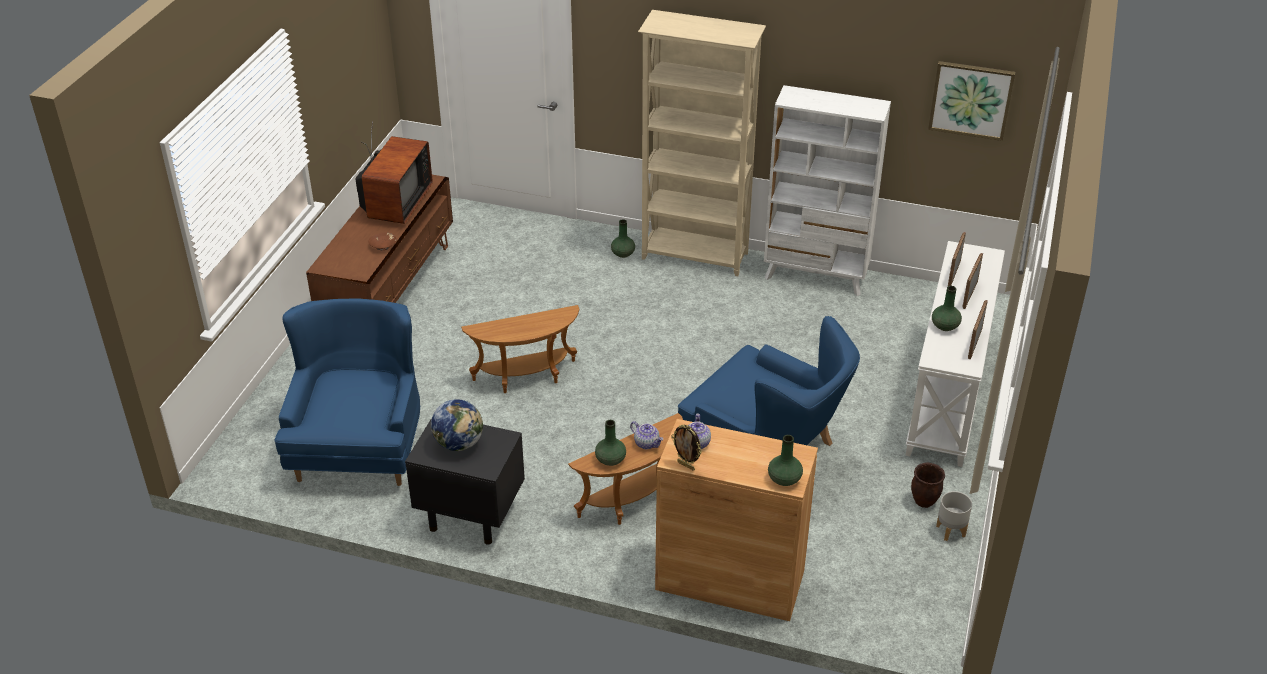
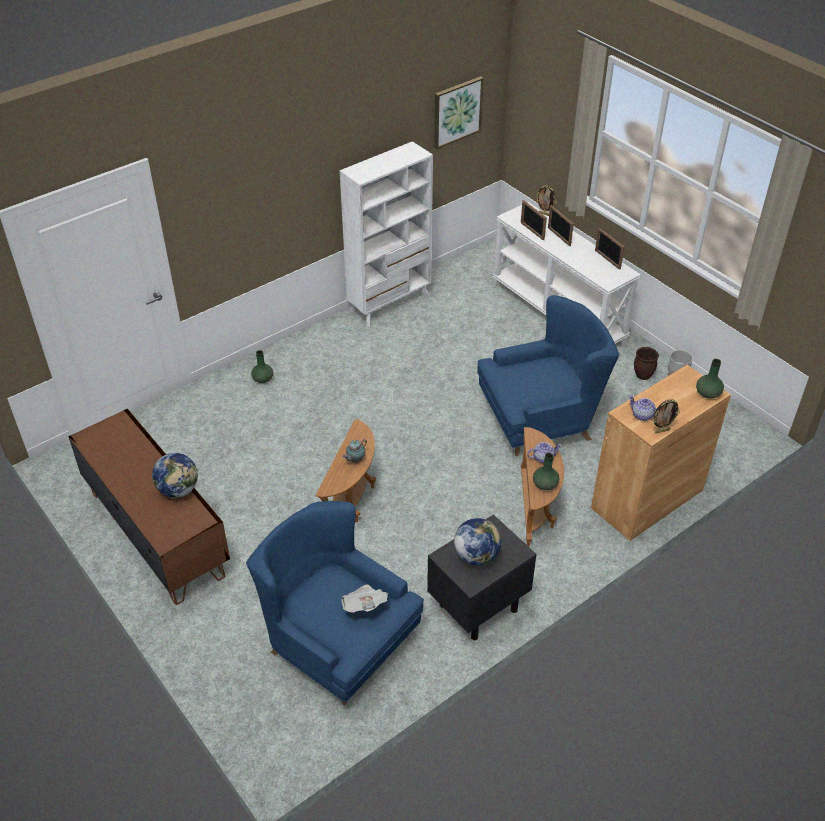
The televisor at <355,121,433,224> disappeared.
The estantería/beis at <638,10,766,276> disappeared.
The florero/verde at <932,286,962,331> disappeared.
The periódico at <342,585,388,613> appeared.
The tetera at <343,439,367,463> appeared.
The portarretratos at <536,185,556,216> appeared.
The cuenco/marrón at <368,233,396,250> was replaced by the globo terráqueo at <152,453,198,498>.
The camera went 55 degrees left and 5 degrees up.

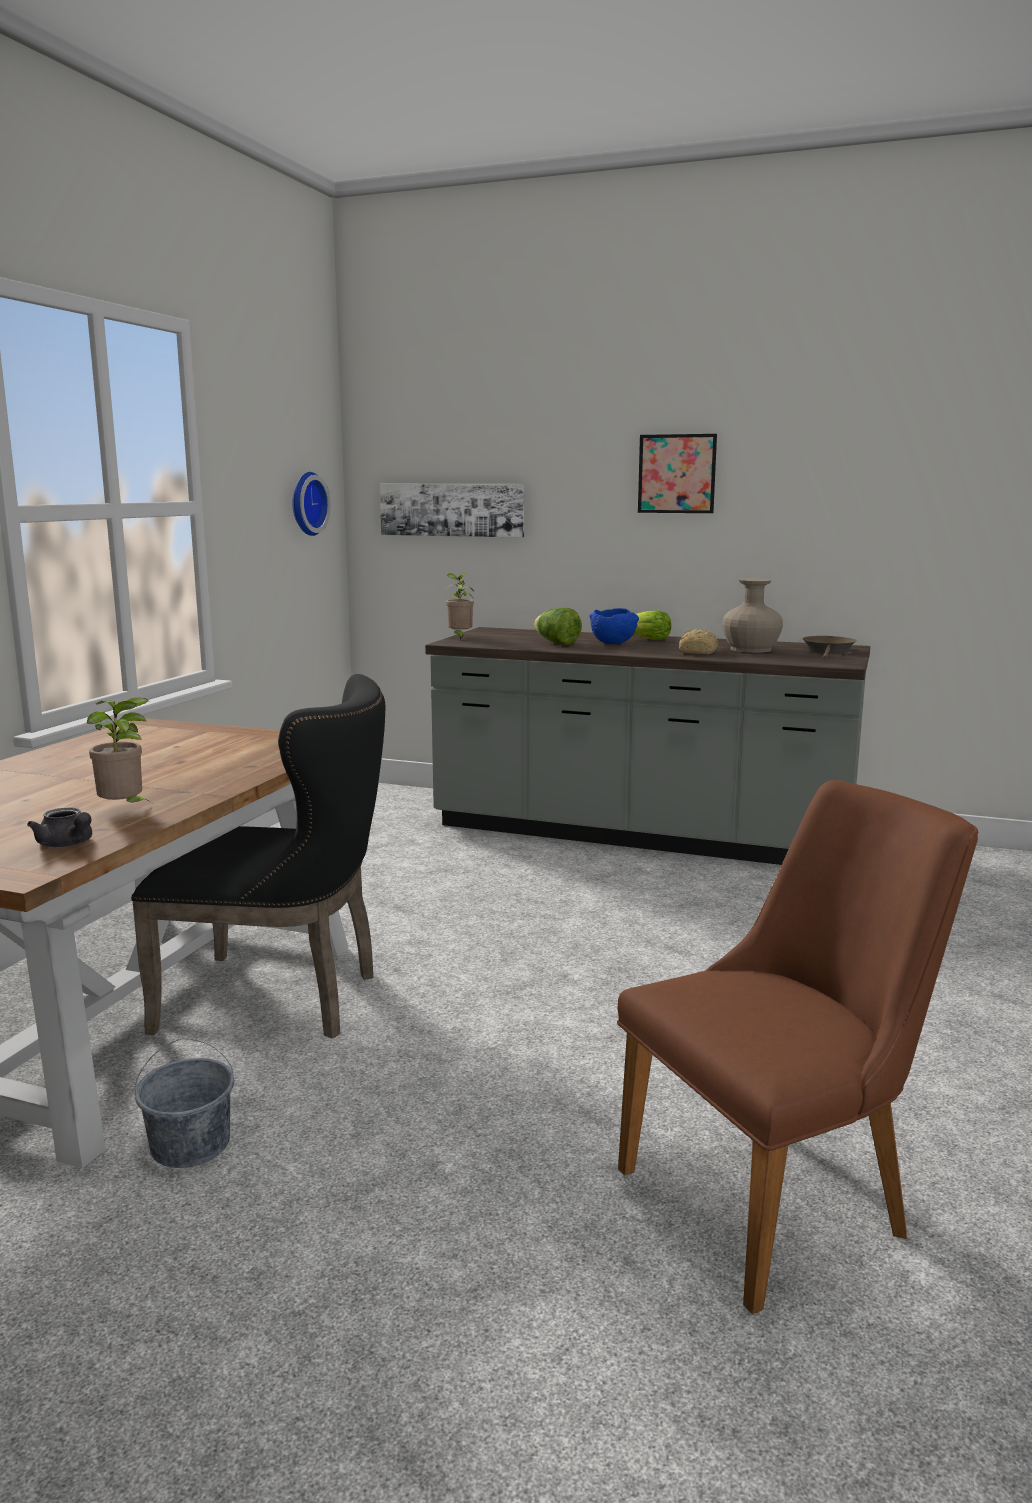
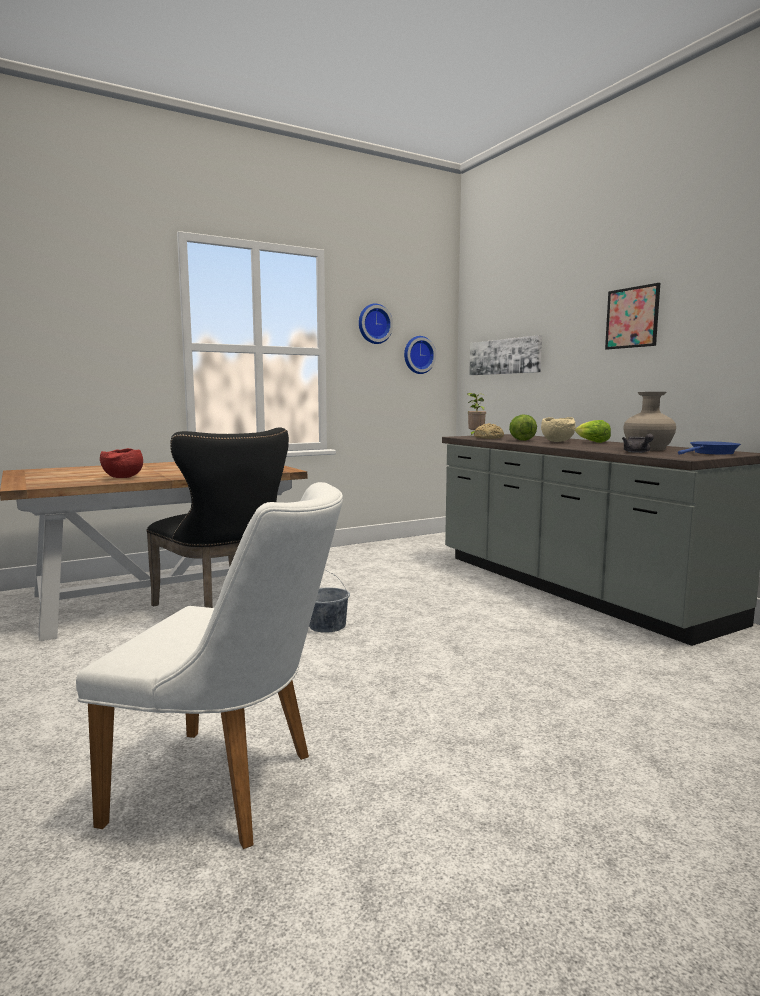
The reloj de pared at <359,304,393,344> appeared.
The tetera/gris moved from <27,807,92,847> to <622,433,654,453>.
The cubo/gris moved from <134,1039,234,1168> to <309,570,350,633>.
The pan moved from <679,629,718,654> to <474,423,504,439>.
The planta en maceta at <87,698,149,802> was replaced by the cuenco/rojo at <100,448,143,478>.
The cuenco/azul at <589,608,639,644> became the cuenco/beis at <541,417,576,442>.
The silla/marrón at <617,780,978,1314> became the silla/blanco at <76,482,343,849>.
The sartén/marrón at <803,636,857,659> became the sartén/azul at <678,441,741,455>.
The camera went 40 degrees right and 5 degrees down.

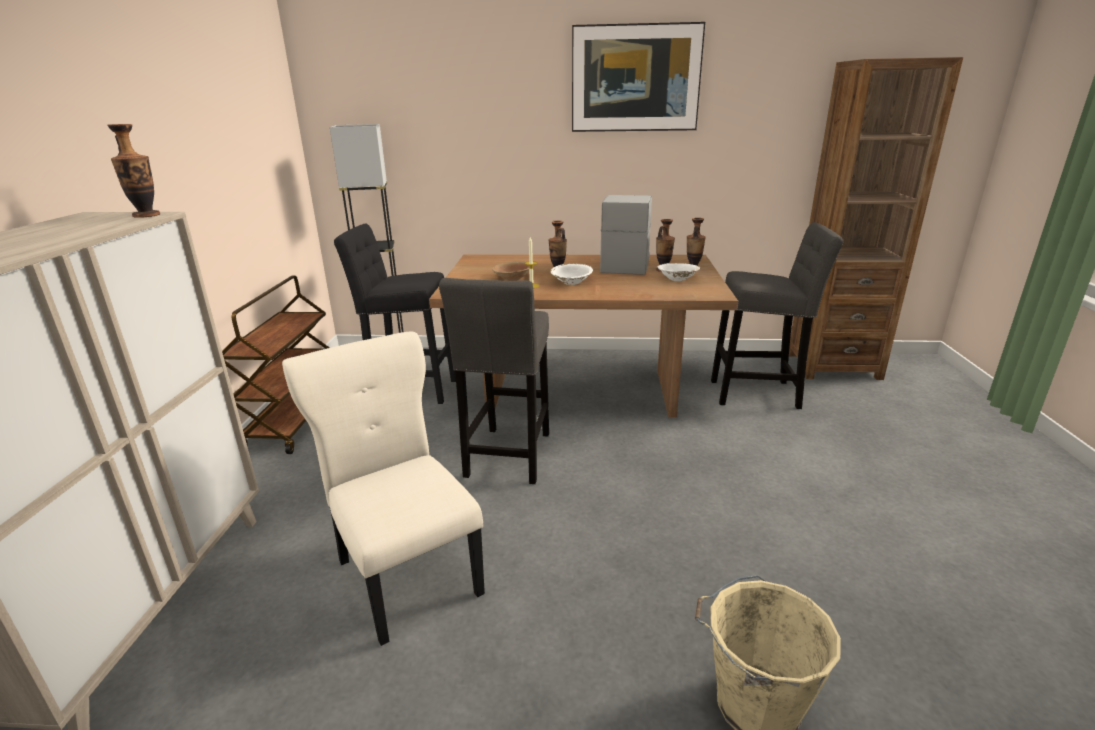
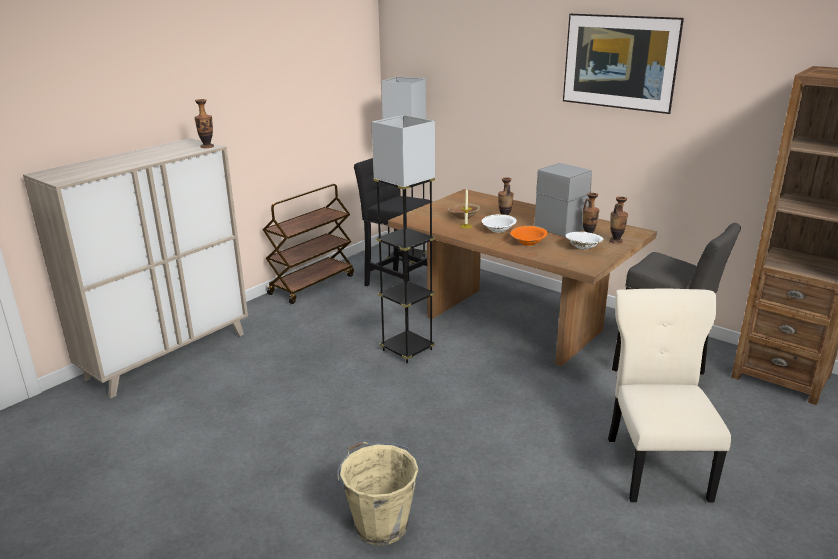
The cuenco/naranja at <510,226,548,245> appeared.
The silla/beis moved from <282,332,485,646> to <608,289,731,502>.
The taburete/gris at <439,278,549,484> was replaced by the lámpara de pie/gris at <371,115,435,363>.
The camera went 35 degrees right and 0 degrees up.

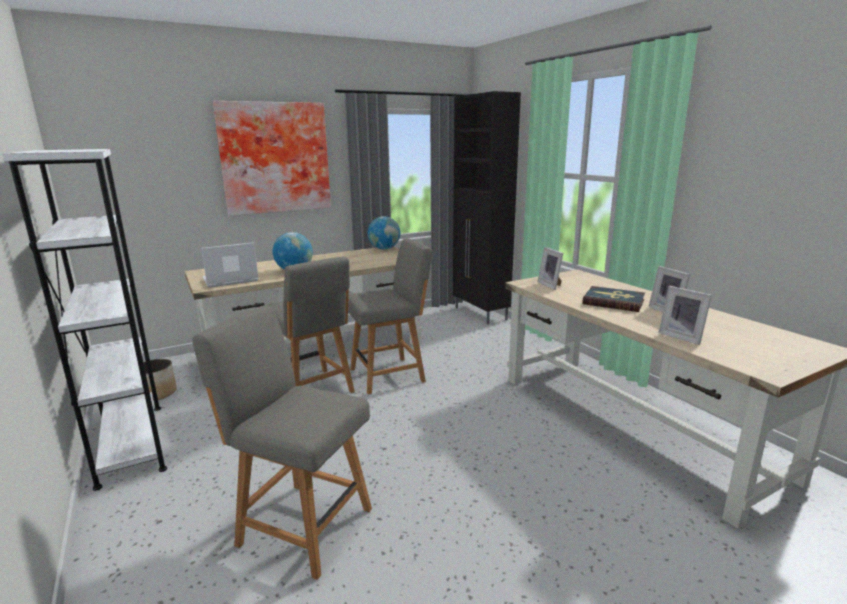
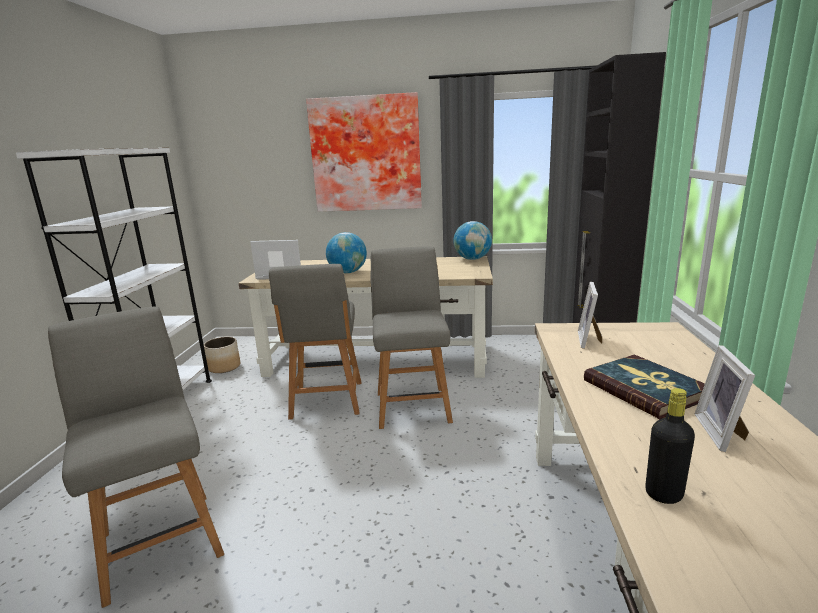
The portarretratos at <658,286,712,345> was replaced by the botella/negro at <645,388,695,504>.
The silla/gris at <348,238,432,395> turned 105 degrees counterclockwise.
The camera went 35 degrees right and 0 degrees up.

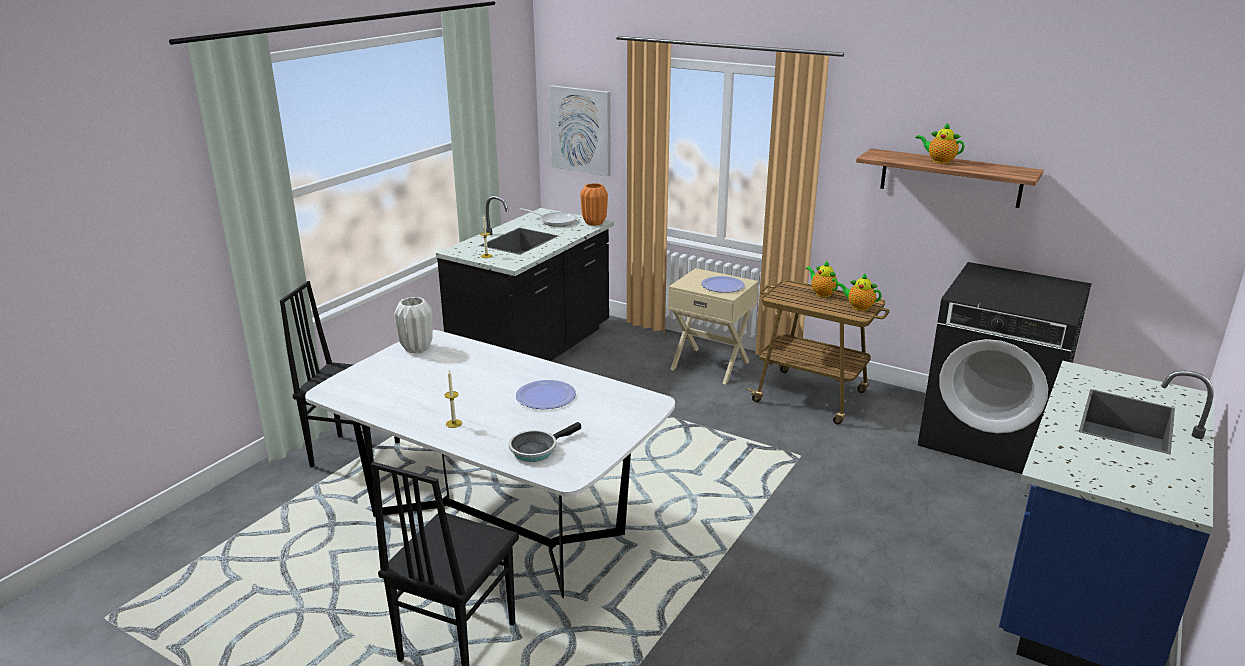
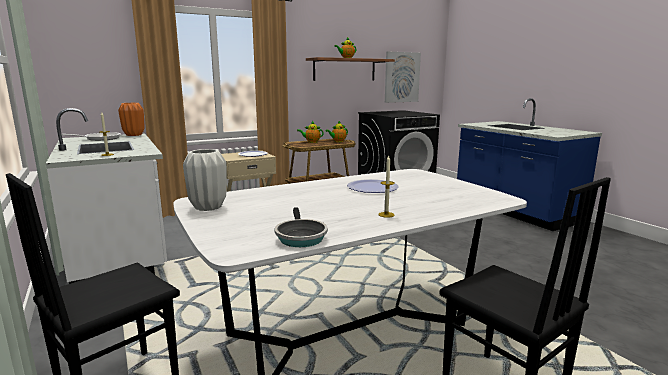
The sartén moved from <509,422,581,462> to <274,207,328,247>.
The cuadro moved from <549,85,611,176> to <385,52,421,103>.
The mueble bajo de cocina/negro at <436,196,614,361> became the mueble bajo de cocina/blanco at <46,108,167,284>.
The camera went 60 degrees left and 10 degrees down.

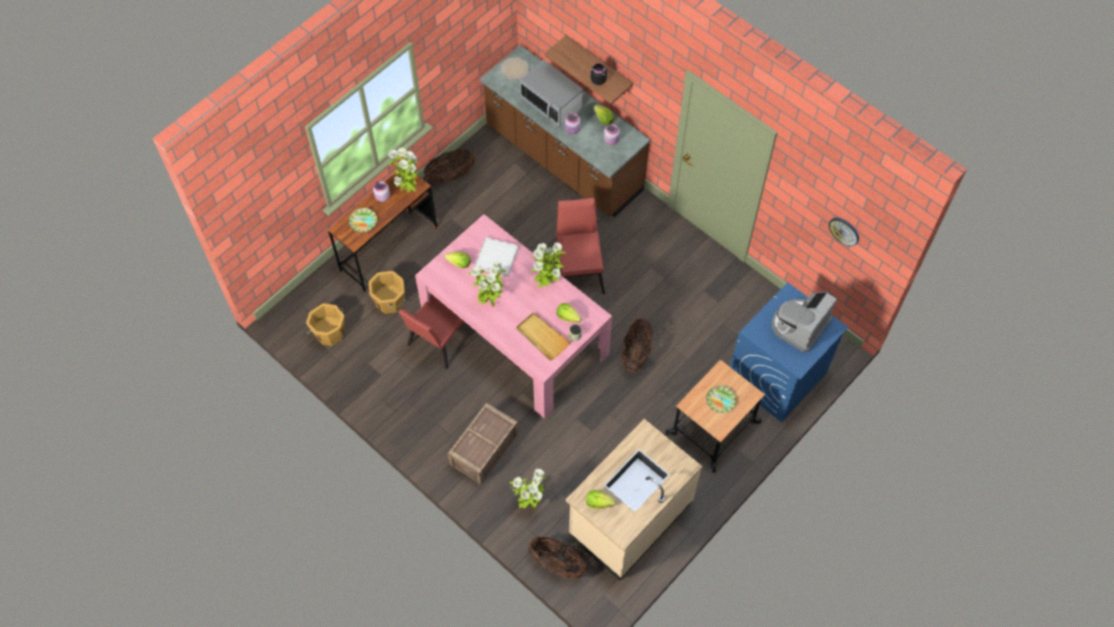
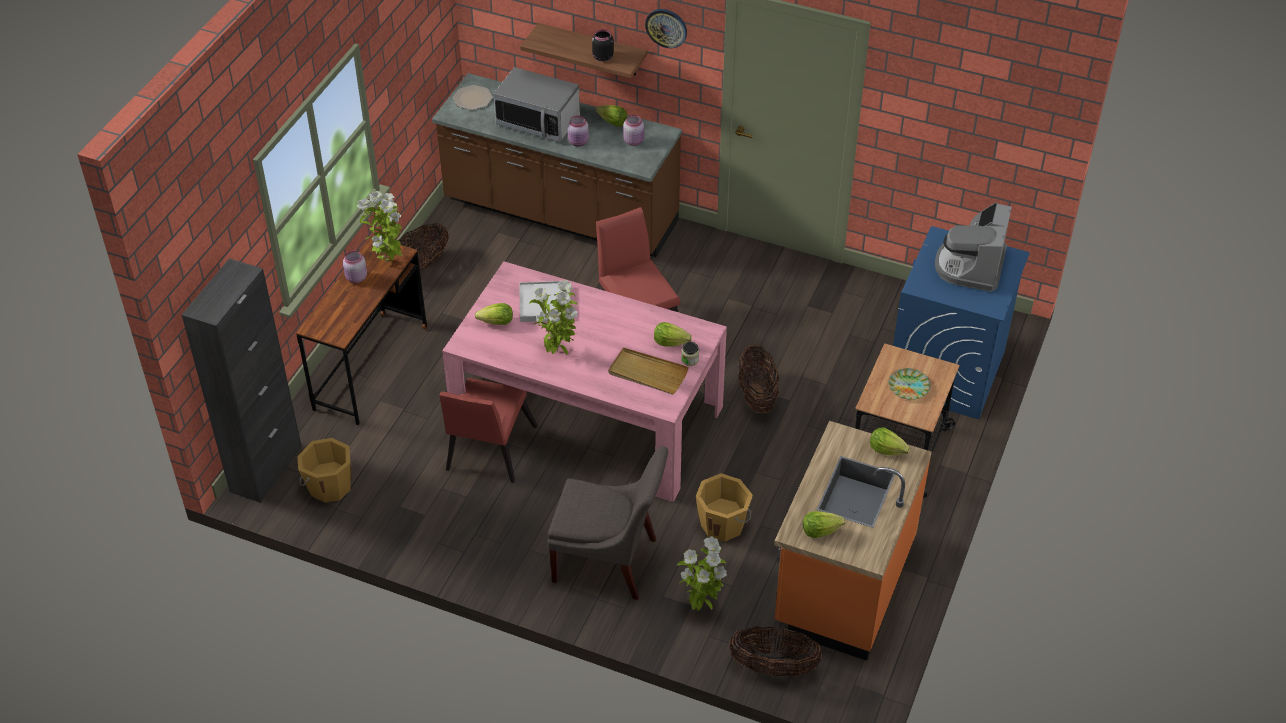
The plato at <349,208,377,232> disappeared.
The planta en maceta at <531,243,566,288> disappeared.
The armario/negro at <182,258,302,503> appeared.
The lechuga at <870,427,910,455> appeared.
The cubo/naranja moved from <369,271,405,314> to <696,473,753,542>.
The reloj de pared moved from <829,217,859,246> to <645,9,687,48>.
The caja de embalaje at <448,403,519,484> was replaced by the silla/gris at <547,446,668,600>.
The mueble bajo de cocina/beis at <566,419,702,580> became the mueble bajo de cocina/naranja at <774,421,932,661>.
The camera went 20 degrees left and 15 degrees down.

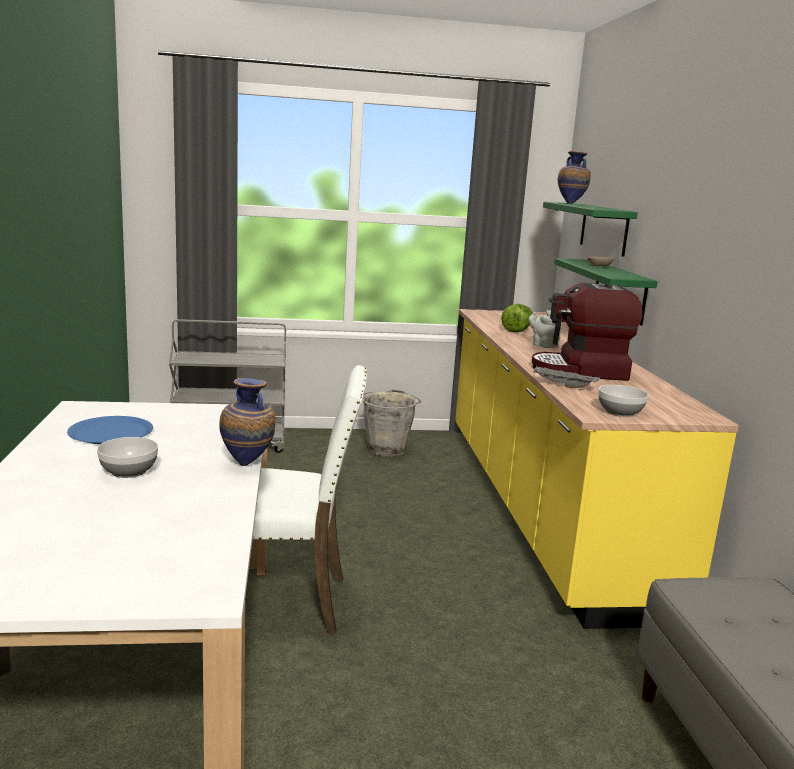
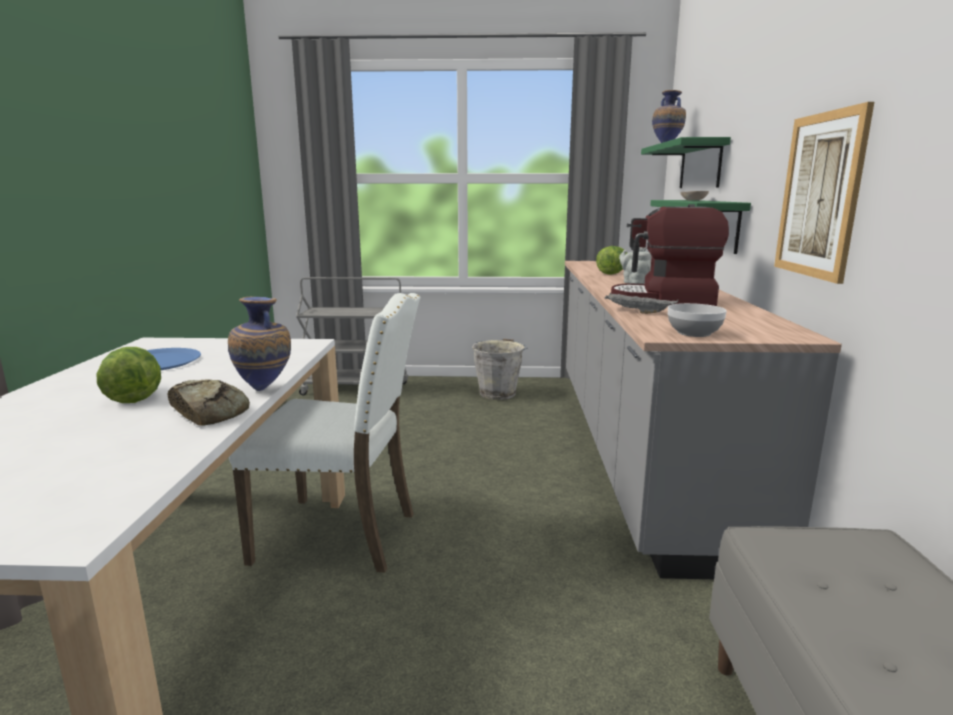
The pan at <167,380,250,426> appeared.
The cuadro at <774,102,874,284> appeared.
The cuenco at <97,437,158,478> was replaced by the lechuga at <97,347,161,403>.
The mueble bajo de cocina/amarillo at <455,309,739,629> became the mueble bajo de cocina/gris at <565,261,842,579>.
The camera went 10 degrees right and 0 degrees up.

